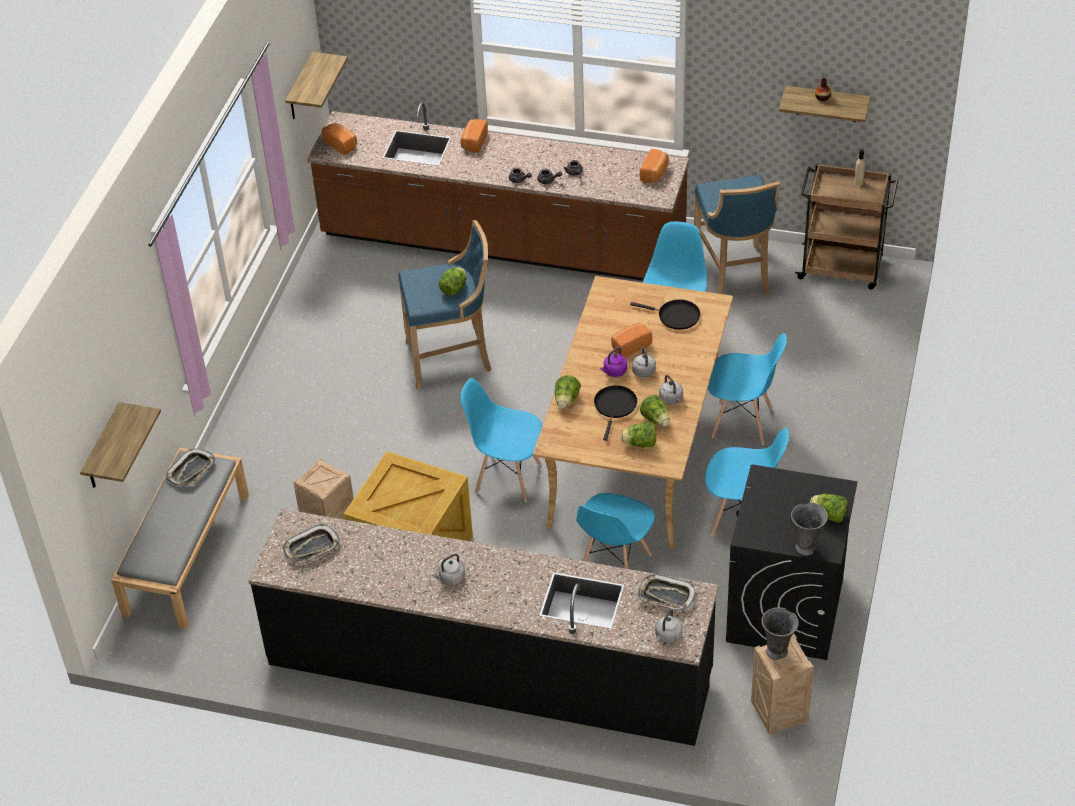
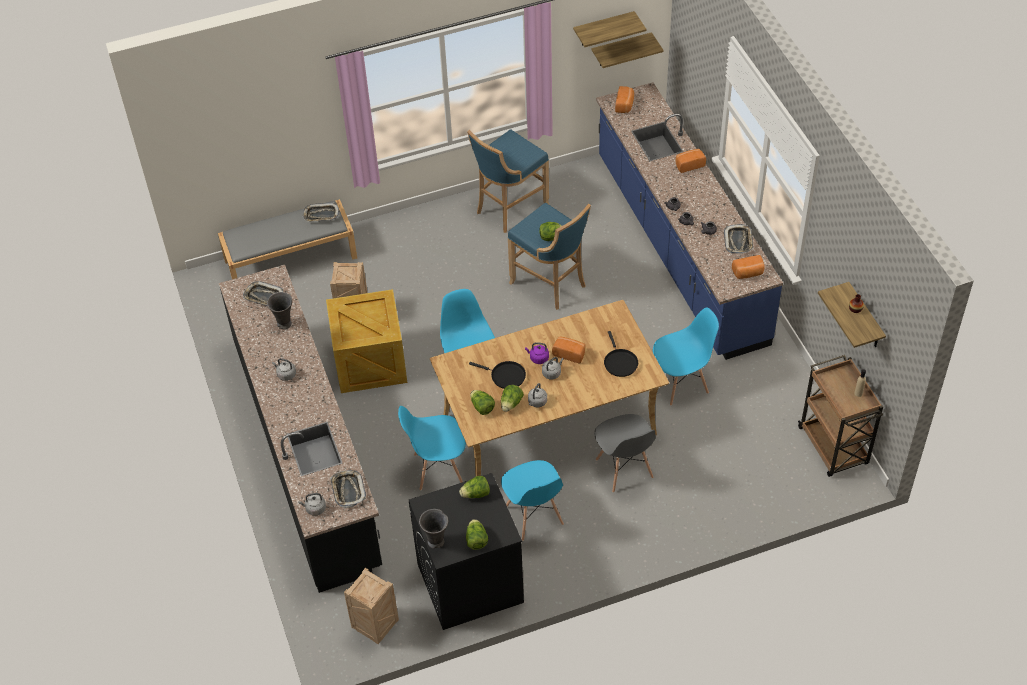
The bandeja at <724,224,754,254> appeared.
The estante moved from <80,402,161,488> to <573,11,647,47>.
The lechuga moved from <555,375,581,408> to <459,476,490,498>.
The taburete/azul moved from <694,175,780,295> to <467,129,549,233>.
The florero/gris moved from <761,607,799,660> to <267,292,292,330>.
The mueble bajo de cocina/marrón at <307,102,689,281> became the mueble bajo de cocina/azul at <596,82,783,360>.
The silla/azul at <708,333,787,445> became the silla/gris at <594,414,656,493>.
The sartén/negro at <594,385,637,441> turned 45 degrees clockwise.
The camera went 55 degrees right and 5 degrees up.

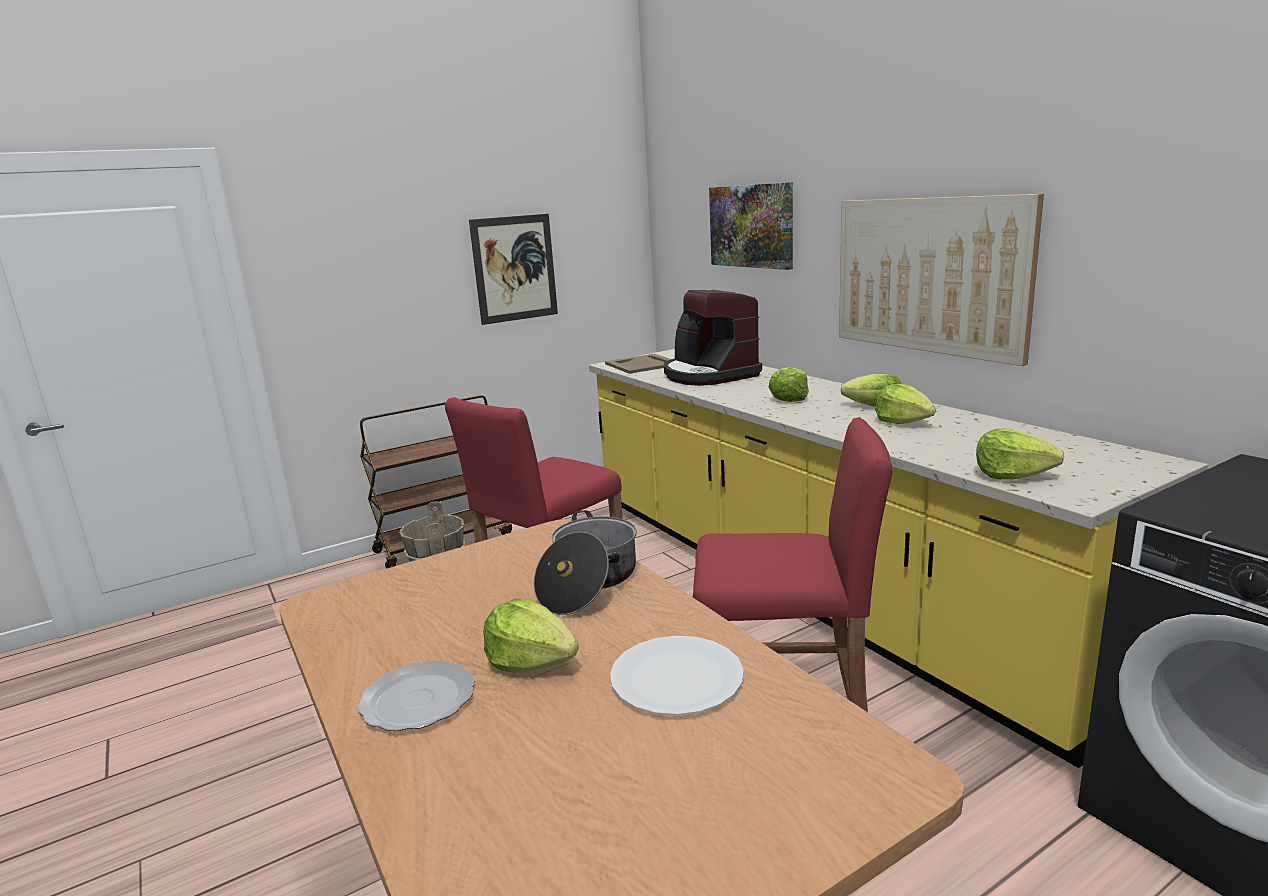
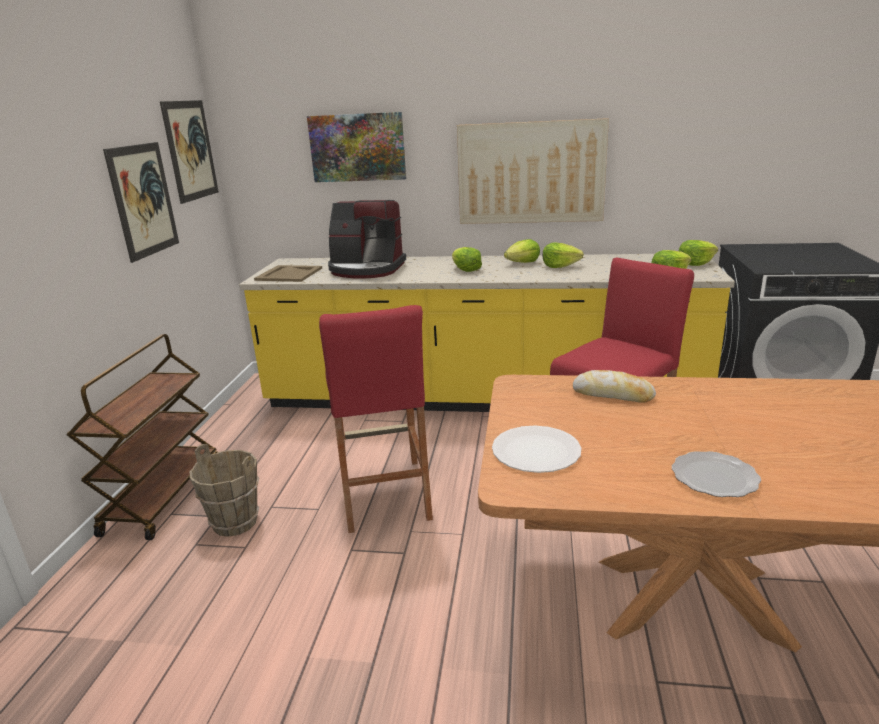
The cuadro at <160,100,219,204> appeared.
The lechuga moved from <483,598,579,673> to <679,240,718,266>.
The plato/blanco moved from <610,636,744,716> to <492,426,581,473>.
The olla at <534,510,636,615> was replaced by the pan at <573,370,656,403>.
The camera went 50 degrees left and 5 degrees up.

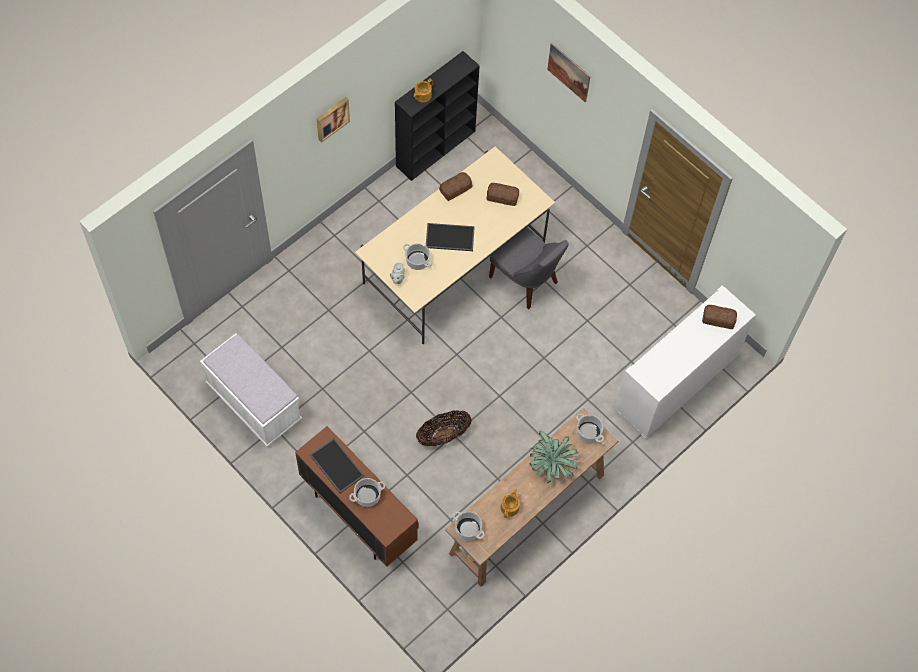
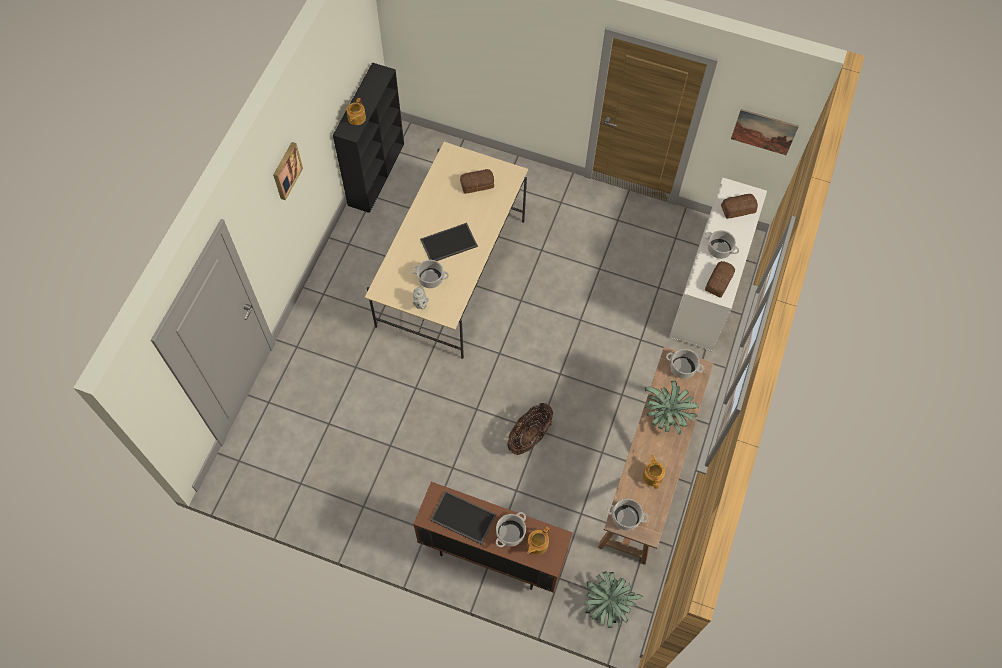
The banco/blanco at <200,333,302,447> disappeared.
The silla/gris at <489,228,569,309> disappeared.
The tetera at <527,527,549,555> appeared.
The planta en maceta at <584,571,643,628> appeared.
The olla at <705,230,739,259> appeared.
The pan moved from <439,172,472,201> to <705,261,735,297>.
The cuadro moved from <547,43,591,103> to <731,109,799,155>.
The camera went 25 degrees left and 0 degrees up.

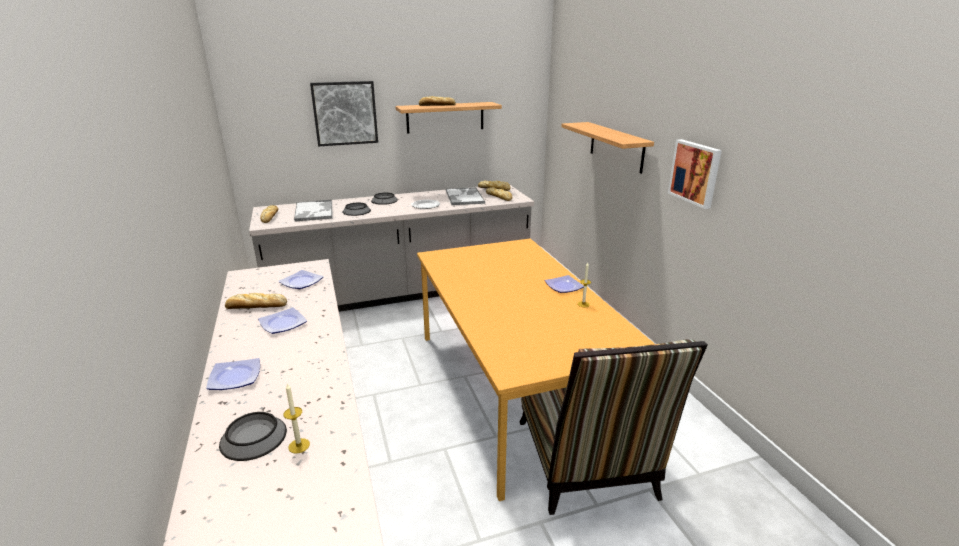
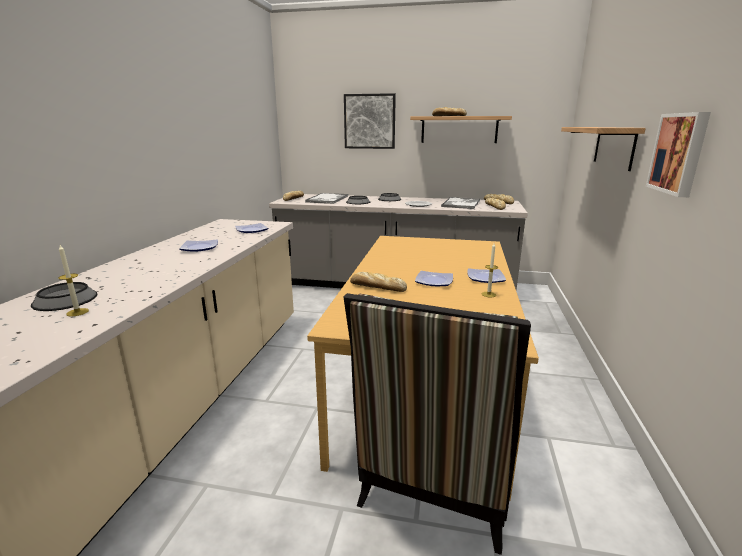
The plato moved from <206,358,260,390> to <415,271,453,286>.
The pan moved from <225,293,287,309> to <350,272,407,292>.
The camera went 30 degrees right and 5 degrees down.

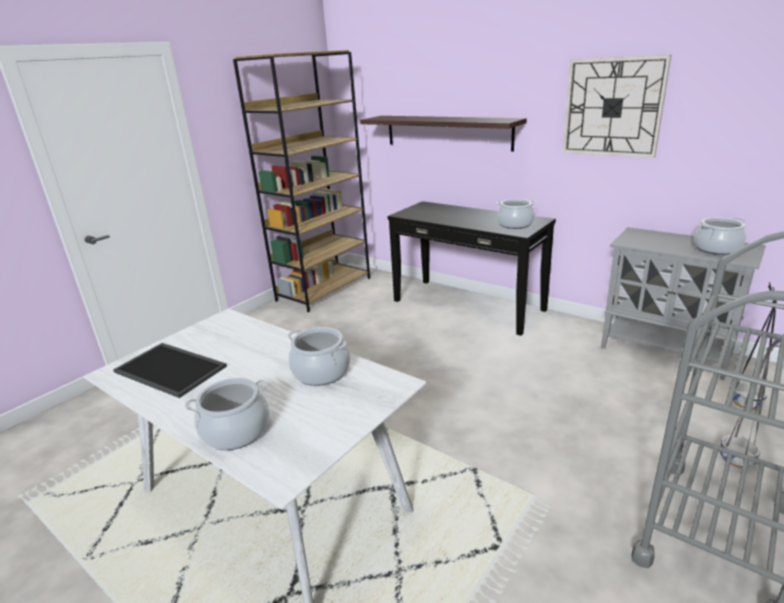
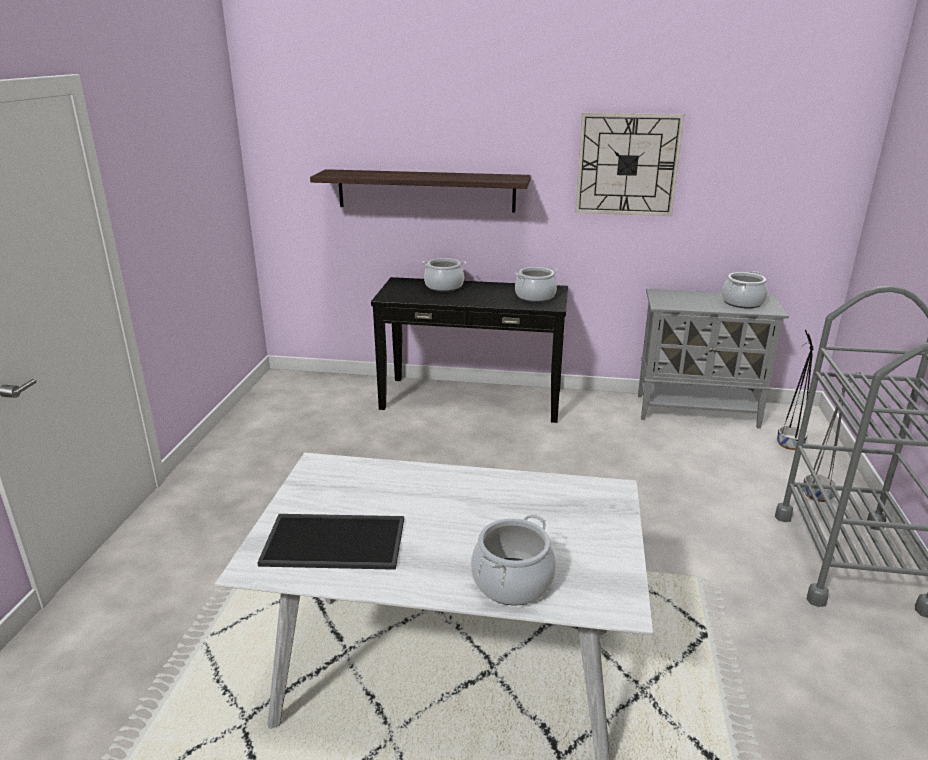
The estantería/marrón at <233,50,370,312> disappeared.
The olla moved from <288,327,350,386> to <422,258,466,292>.
The camera went 30 degrees left and 0 degrees up.

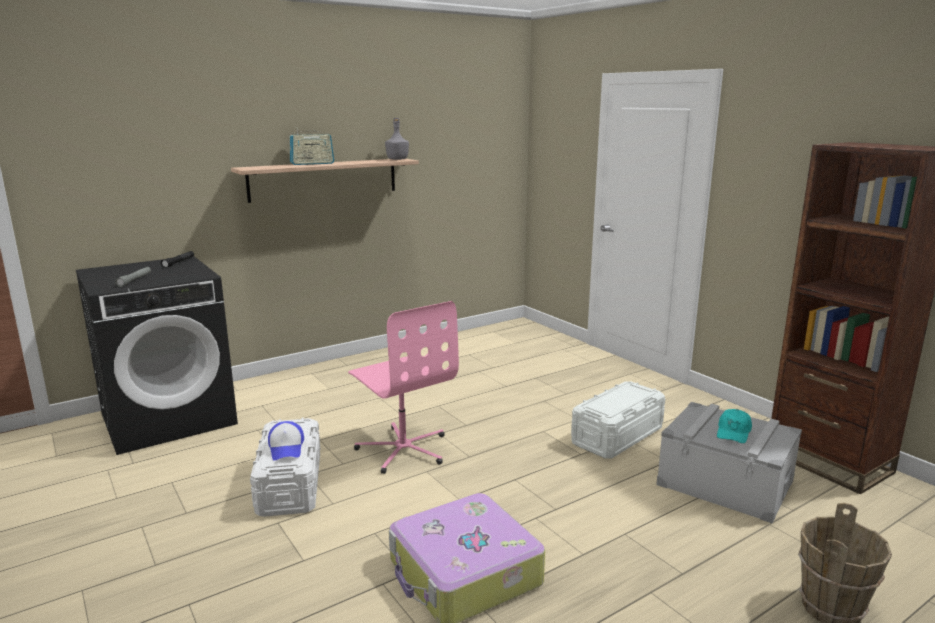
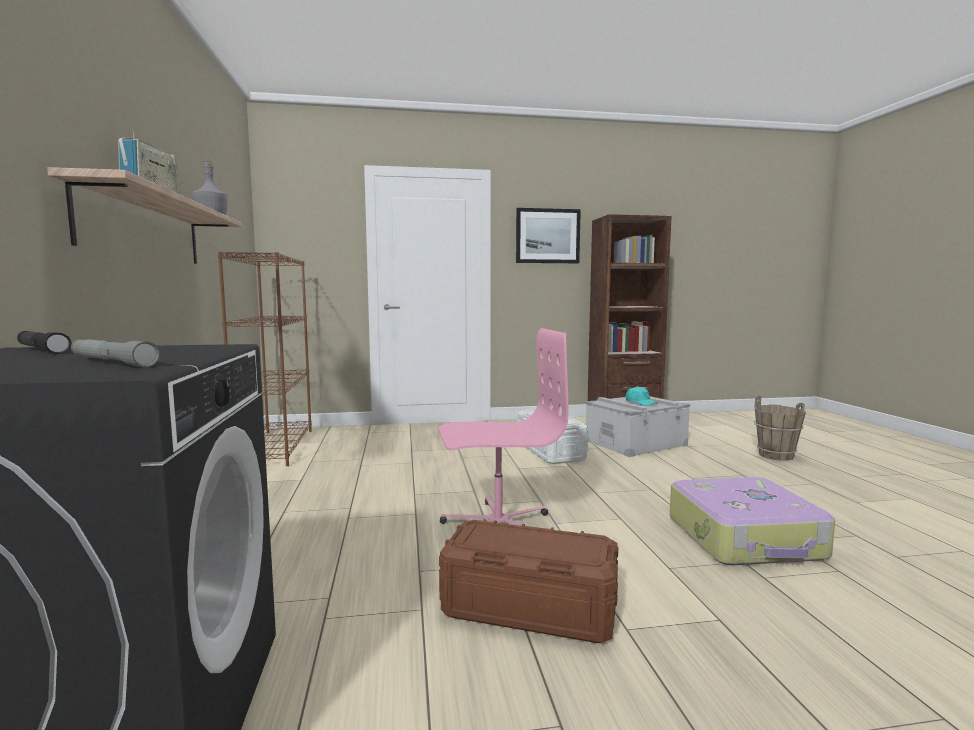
The gorra at <268,421,304,461> disappeared.
The estantería/marrón at <218,252,312,466> appeared.
The cuadro at <516,208,581,263> appeared.
The caja de almacenaje/blanco at <250,418,320,517> became the caja de almacenaje/marrón at <439,520,618,643>.
The camera went 65 degrees left and 10 degrees down.

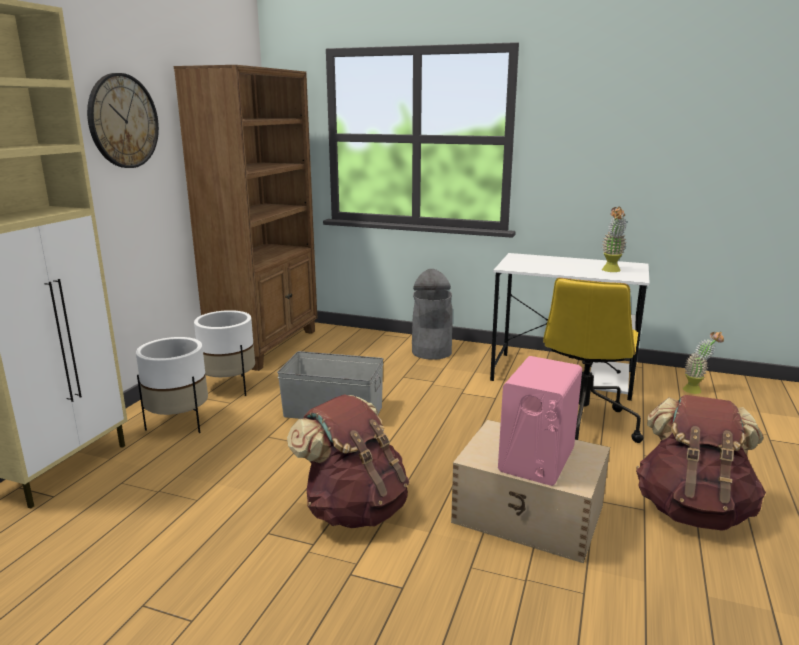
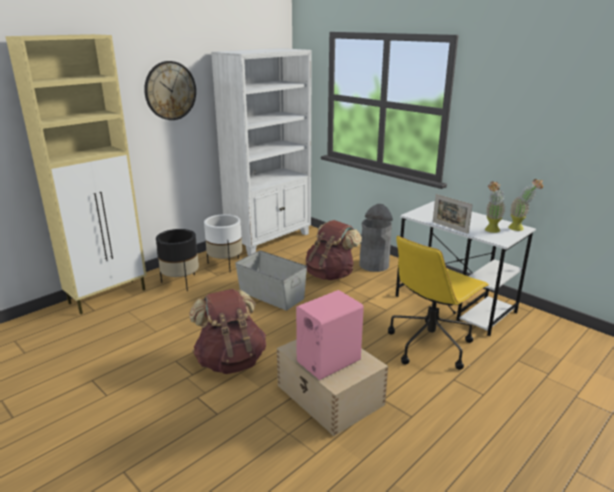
The portarretratos at <433,194,473,234> appeared.
The mochila/marrón moved from <636,395,766,531> to <306,220,362,280>.
The planta en maceta moved from <683,331,724,394> to <508,179,543,231>.
The maceta/blanco at <136,337,208,433> became the maceta/negro at <156,229,199,291>.
The estantería/marrón at <174,65,317,371> became the estantería/blanco at <211,48,312,256>.
The camera went 25 degrees right and 5 degrees up.

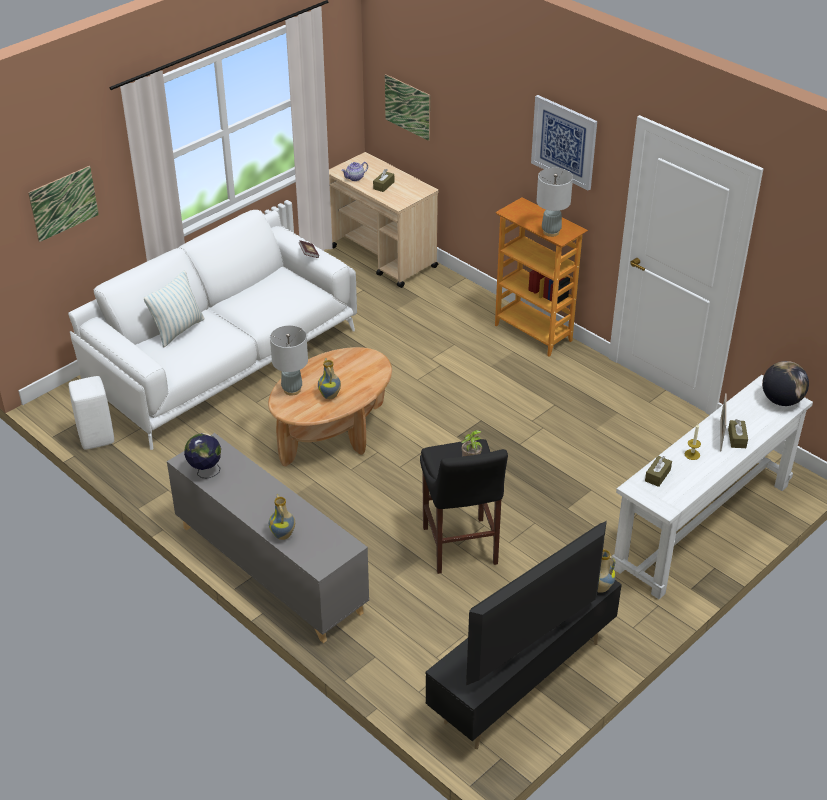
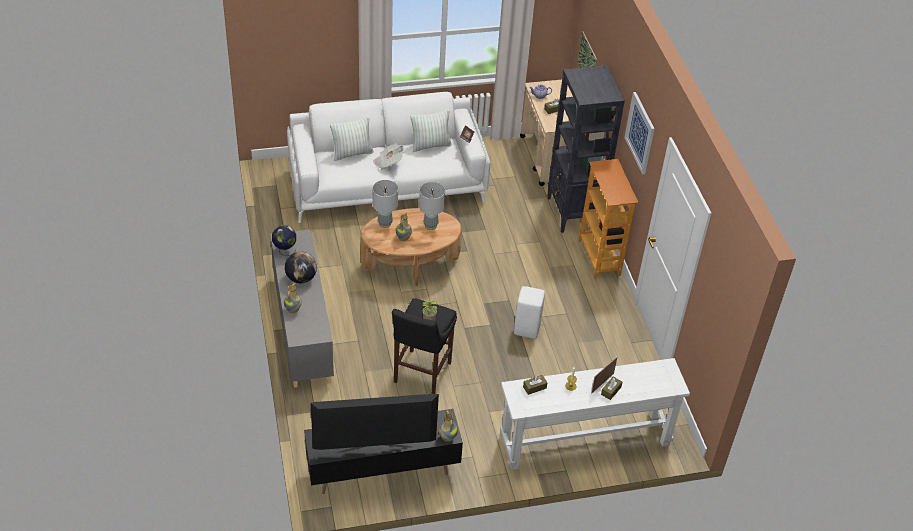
The cuadro at <28,166,99,242> disappeared.
The periódico at <373,143,404,170> appeared.
The cojín at <410,109,452,152> appeared.
The estantería/negro at <547,66,625,233> appeared.
The taburete/blanco moved from <69,376,114,450> to <514,286,545,339>.
The lámpara de mesa/gris moved from <536,167,573,237> to <419,182,445,230>.
The globo terráqueo moved from <762,361,809,406> to <285,251,317,283>.
The camera went 30 degrees right and 5 degrees up.

